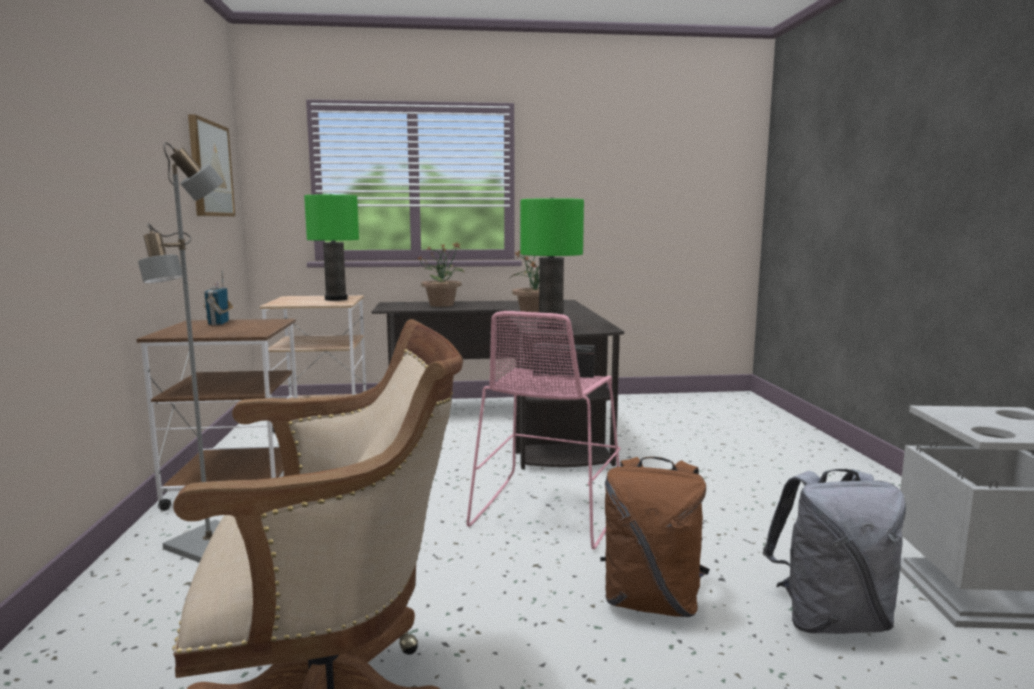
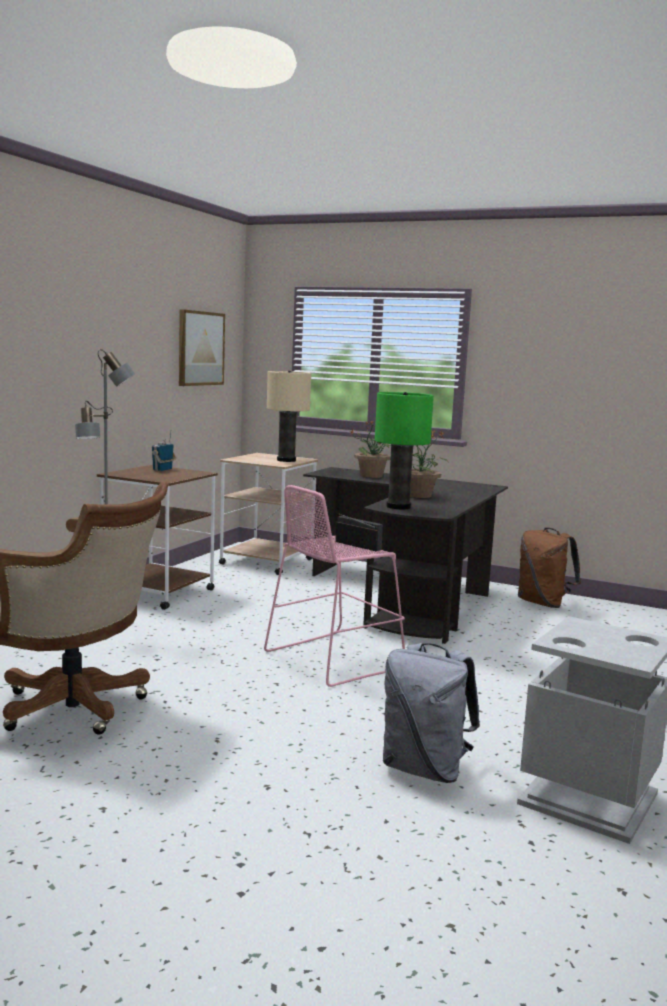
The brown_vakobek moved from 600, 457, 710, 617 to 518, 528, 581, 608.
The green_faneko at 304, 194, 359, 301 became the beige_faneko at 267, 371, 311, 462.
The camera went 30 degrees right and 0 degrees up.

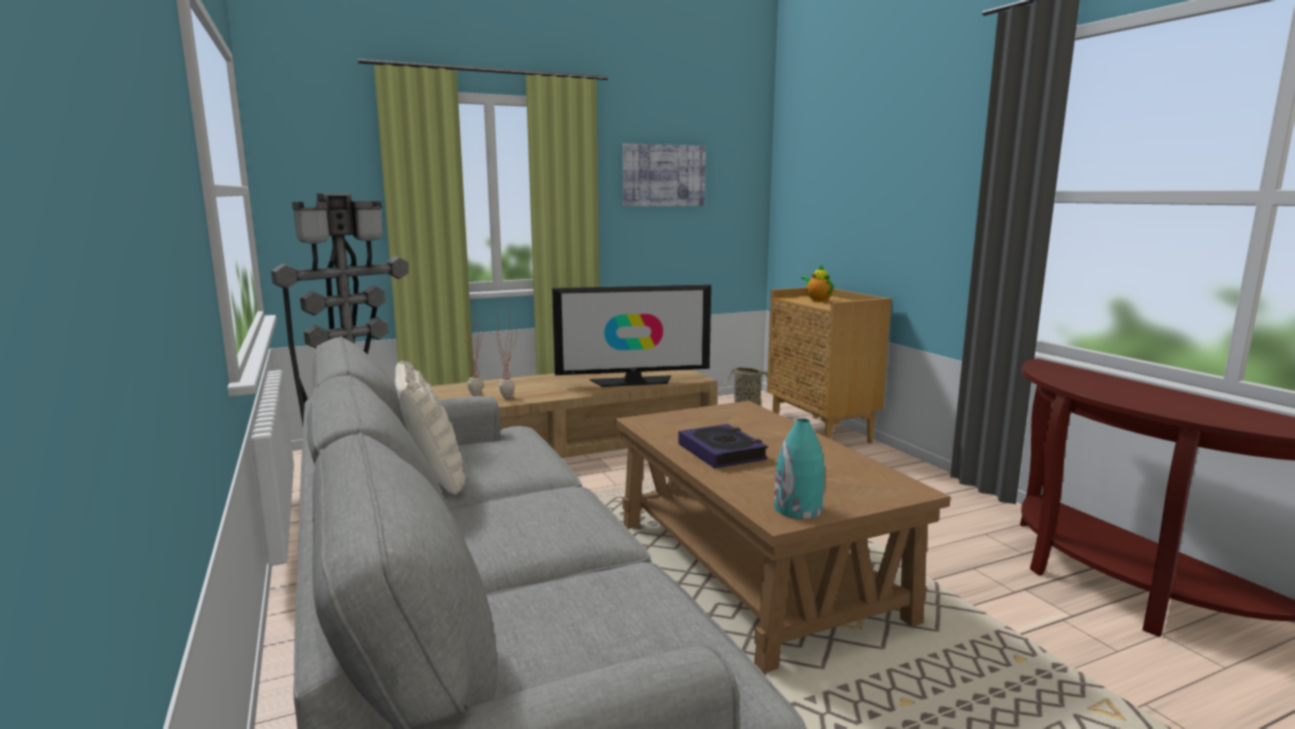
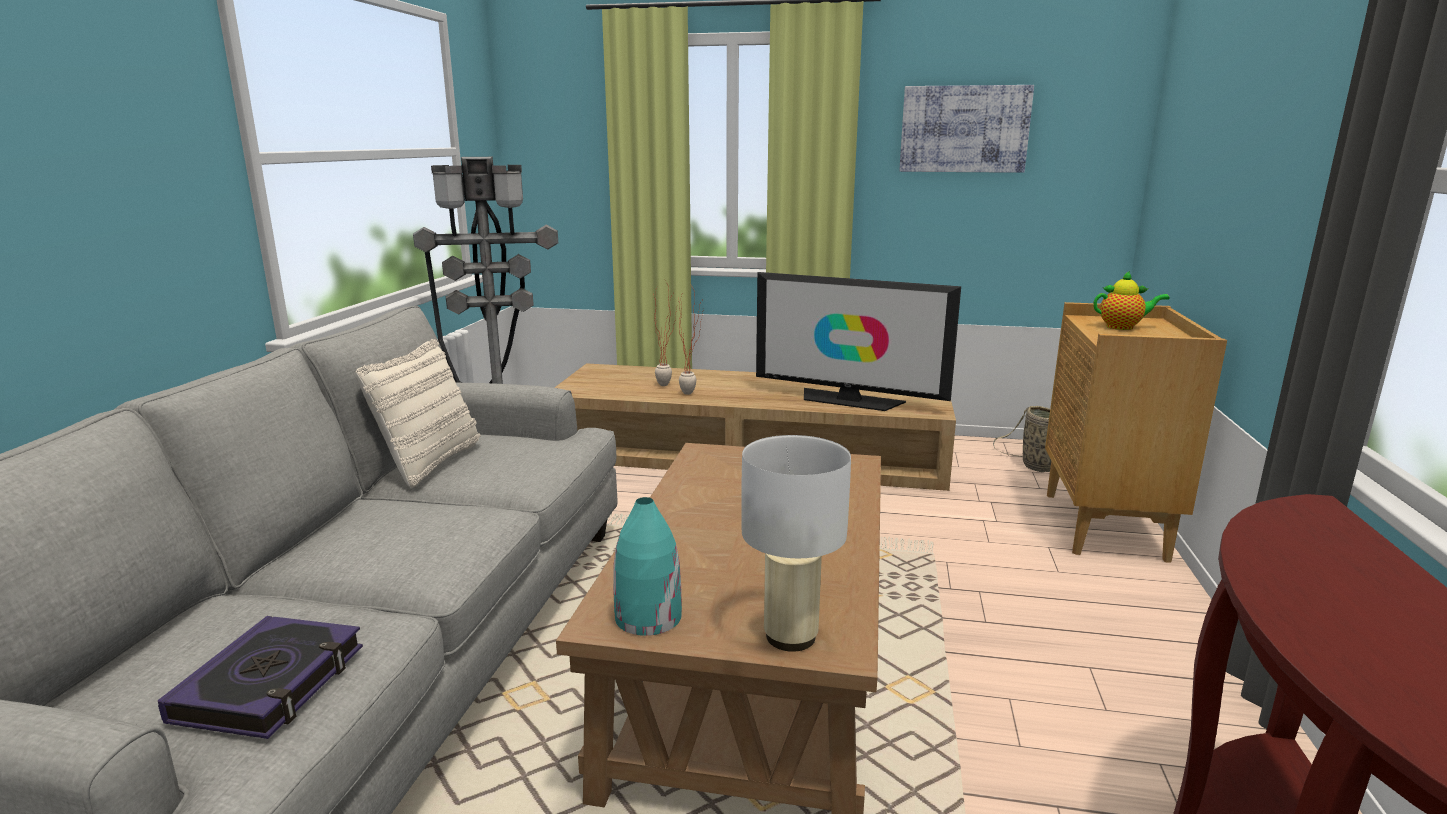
The white_faneko at 741, 435, 851, 652 appeared.
The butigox moved from 678, 424, 768, 468 to 158, 616, 363, 739.
The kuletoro at 802, 265, 833, 302 turned 90 degrees clockwise.
The camera went 35 degrees right and 5 degrees up.

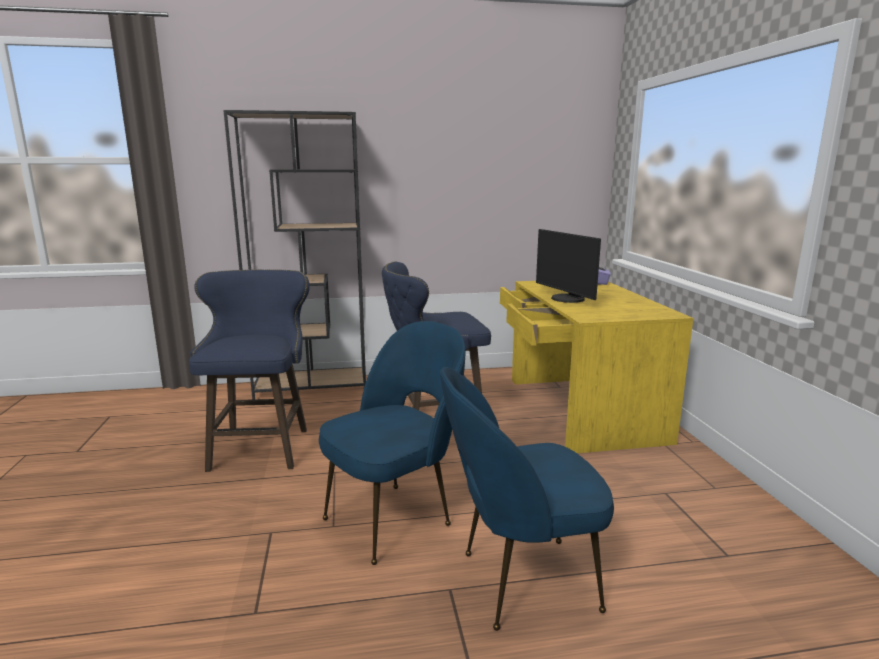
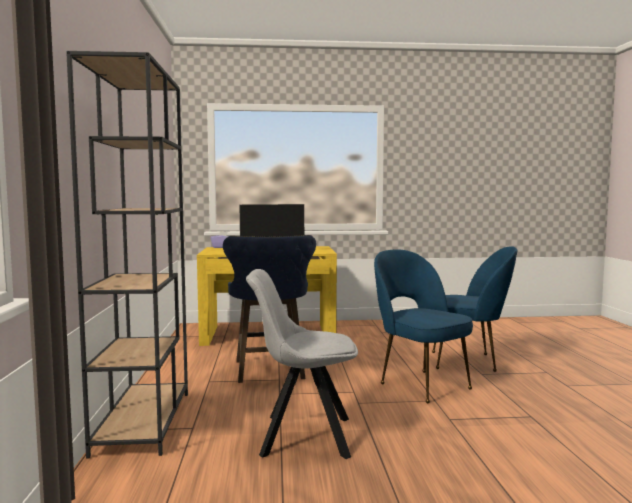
The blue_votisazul at 189, 269, 310, 472 was replaced by the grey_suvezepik at 246, 269, 358, 459.
The blue_suvezepik at 440, 367, 614, 631 turned 75 degrees counterclockwise.
The camera went 85 degrees left and 10 degrees down.

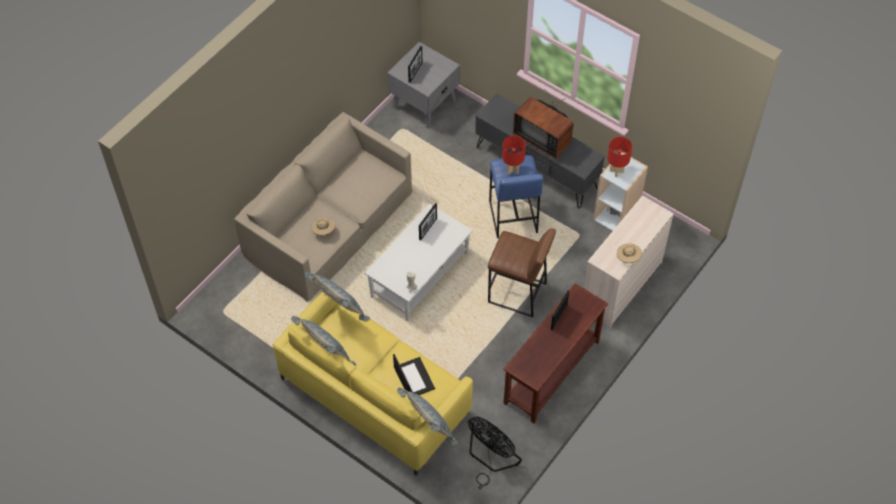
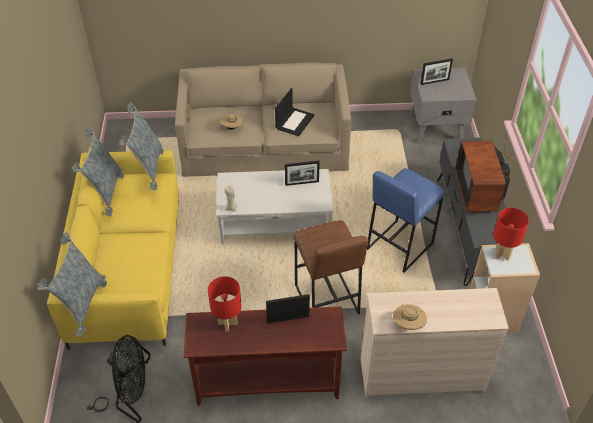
The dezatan moved from 393, 354, 435, 395 to 275, 88, 315, 136.
The red_faneko moved from 502, 135, 526, 175 to 208, 276, 242, 332.
The camera went 50 degrees right and 10 degrees down.

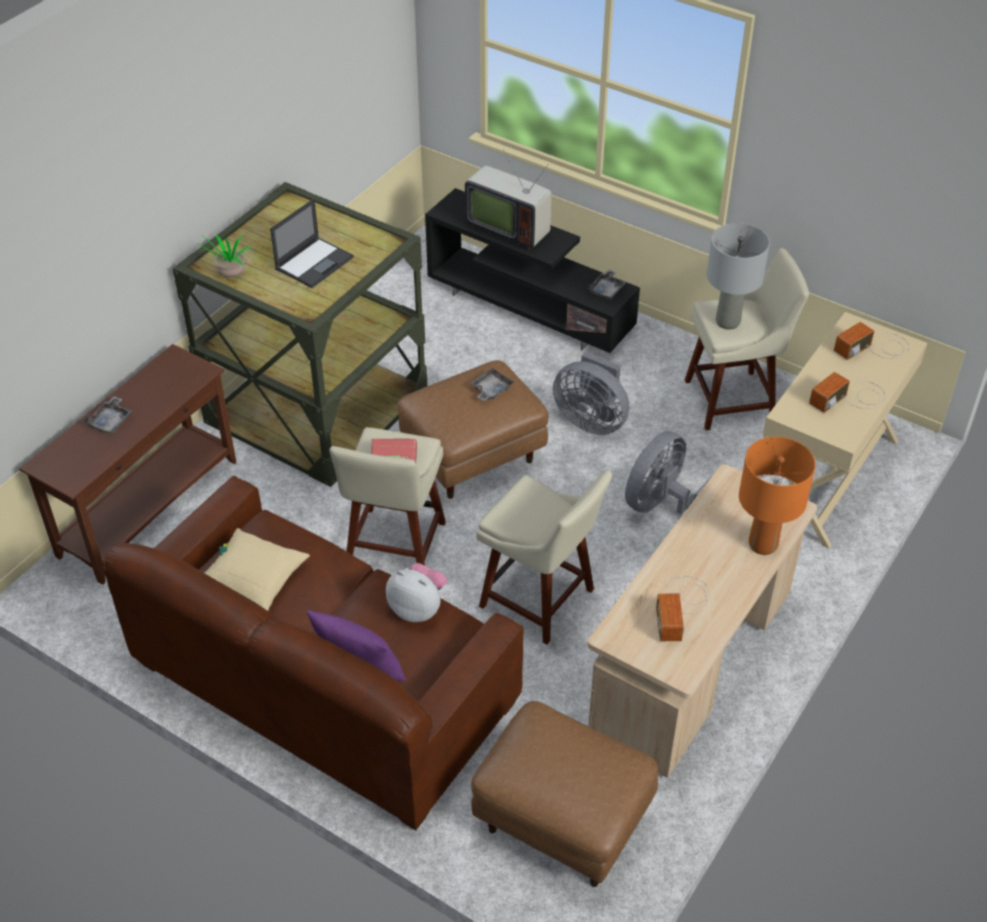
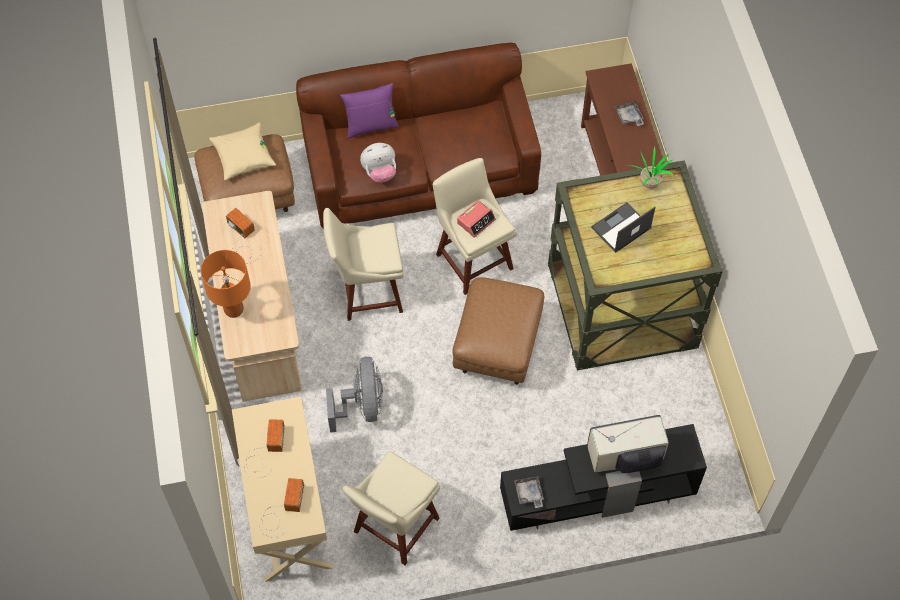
The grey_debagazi at 470, 368, 514, 401 disappeared.
The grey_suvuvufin at 553, 351, 629, 435 disappeared.
The grey_faneko at 707, 223, 770, 329 disappeared.
The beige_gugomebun moved from 204, 528, 310, 611 to 209, 123, 276, 181.
The dezatan at 270, 199, 354, 288 turned 60 degrees clockwise.
The camera went 135 degrees right and 15 degrees up.

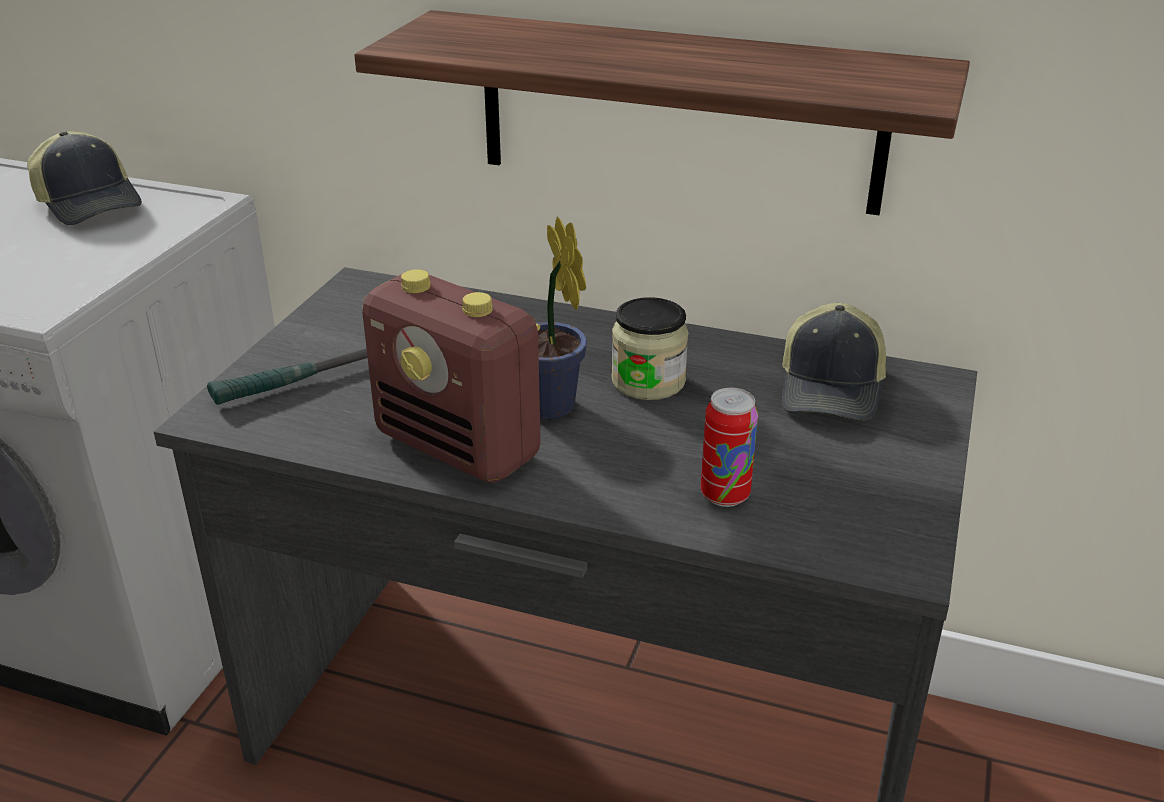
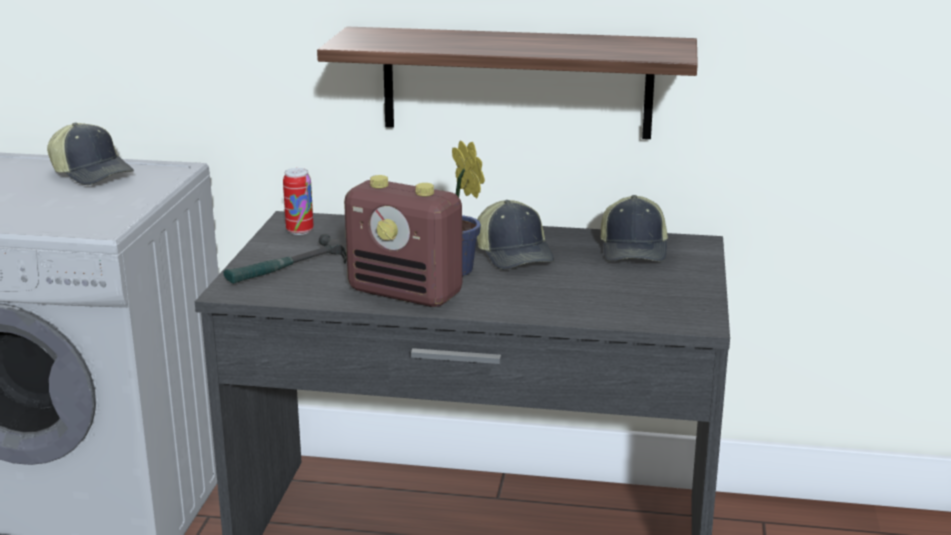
The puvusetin moved from 701, 388, 758, 507 to 283, 168, 314, 235.
The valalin at 611, 297, 689, 400 was replaced by the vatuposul at 477, 200, 554, 270.
The camera went 10 degrees left and 10 degrees down.

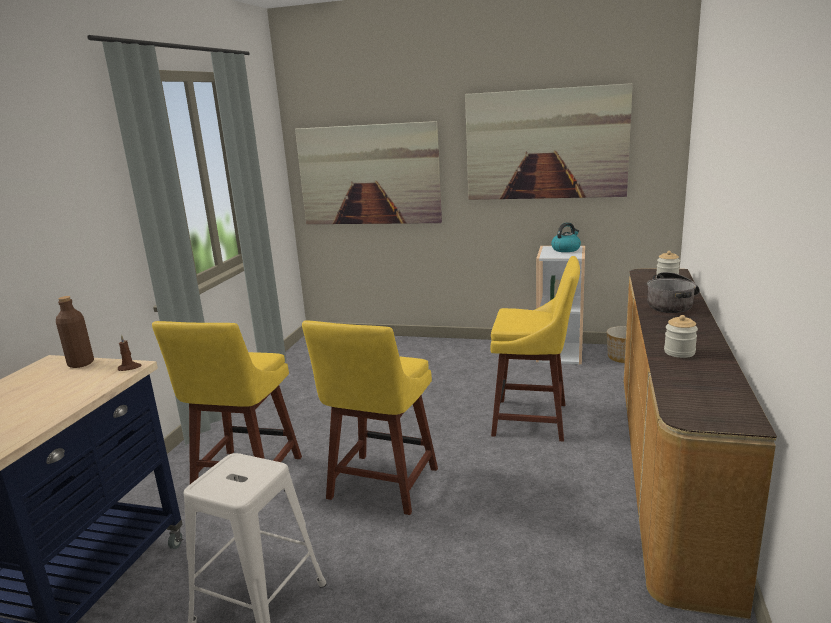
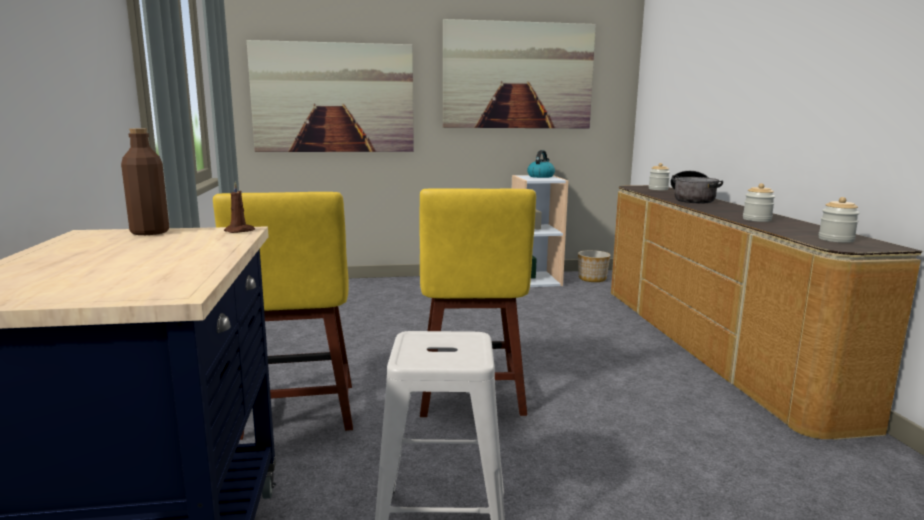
The yellow_suvezepik at 490, 256, 580, 442 disappeared.
The valalin at 818, 197, 860, 243 appeared.
The camera went 25 degrees left and 5 degrees down.

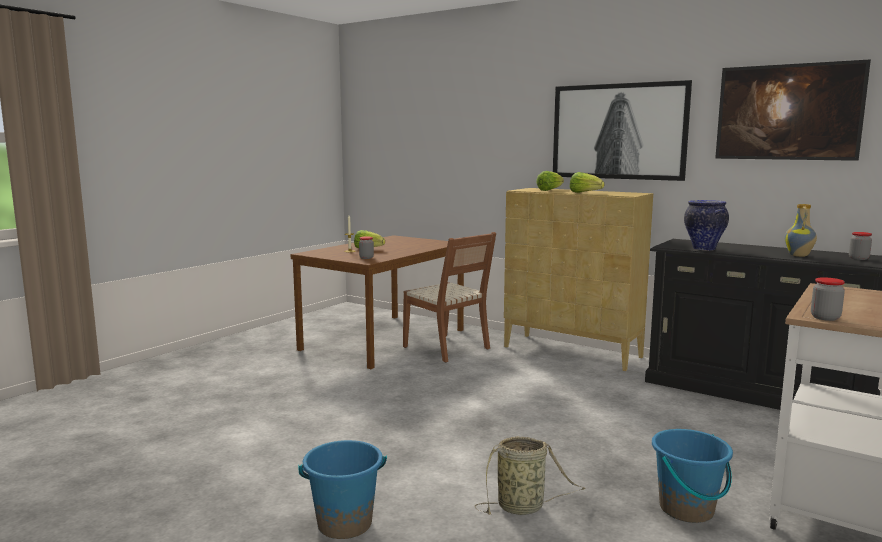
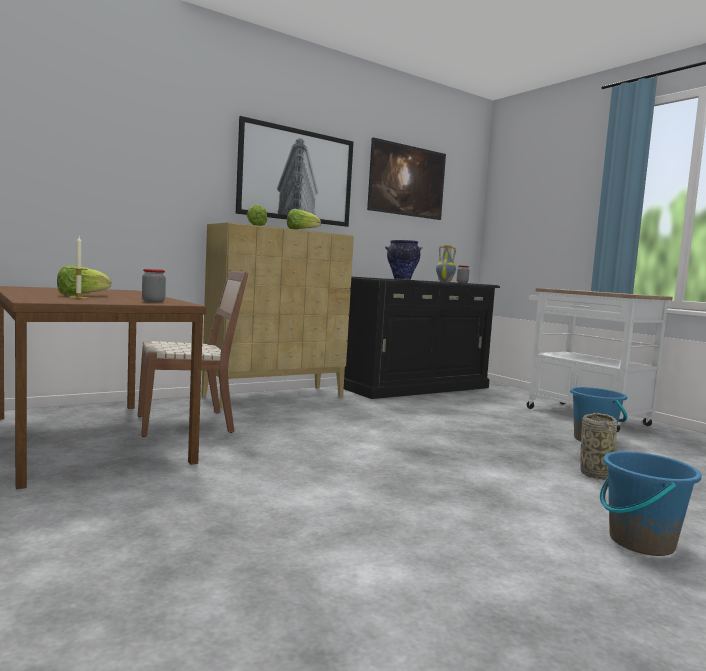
The valalin at 811, 277, 845, 321 disappeared.
The camera went 70 degrees left and 5 degrees down.

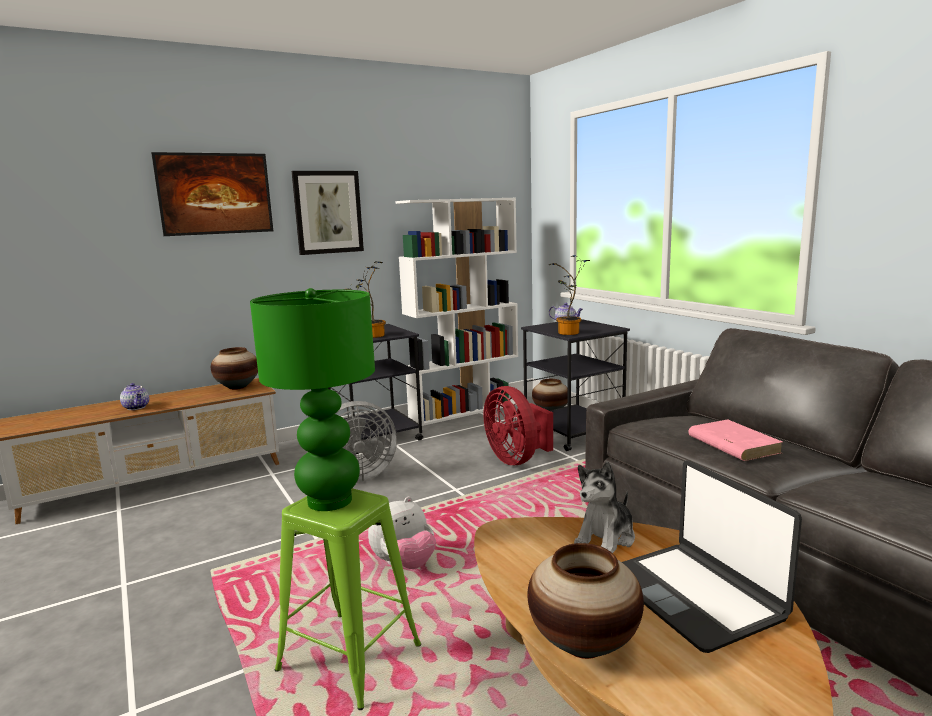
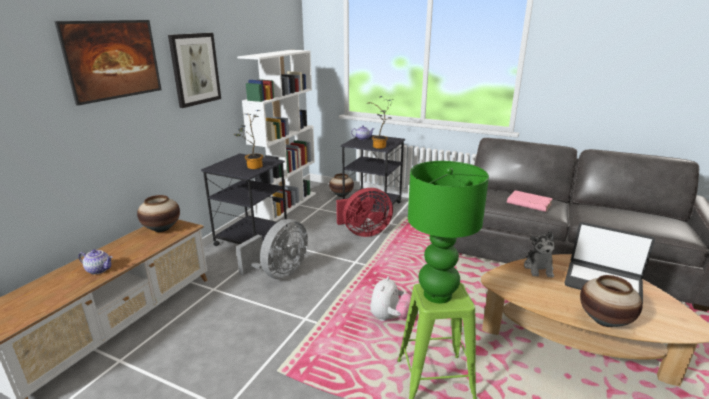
The red_suvuvufin at 483, 386, 553, 465 turned 45 degrees counterclockwise.
The camera went 35 degrees left and 10 degrees up.

